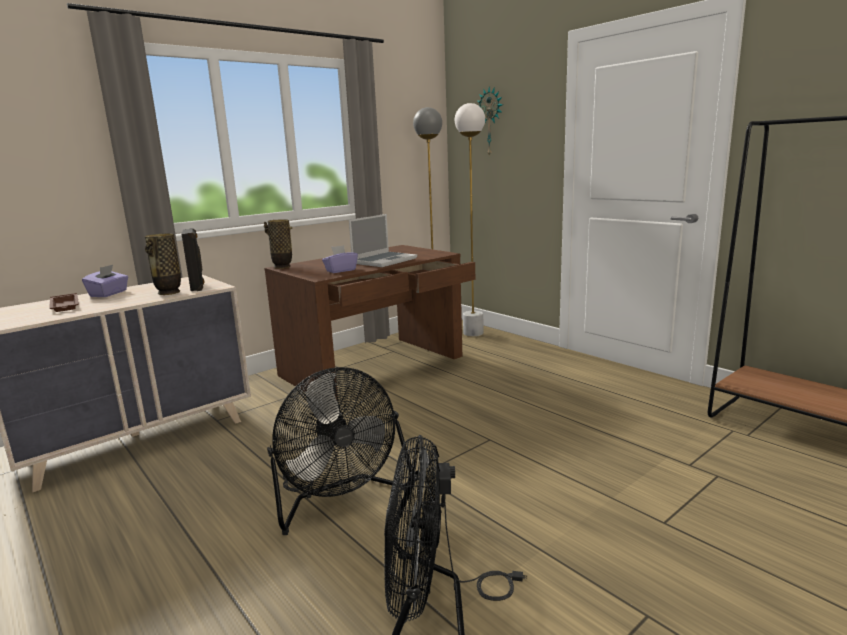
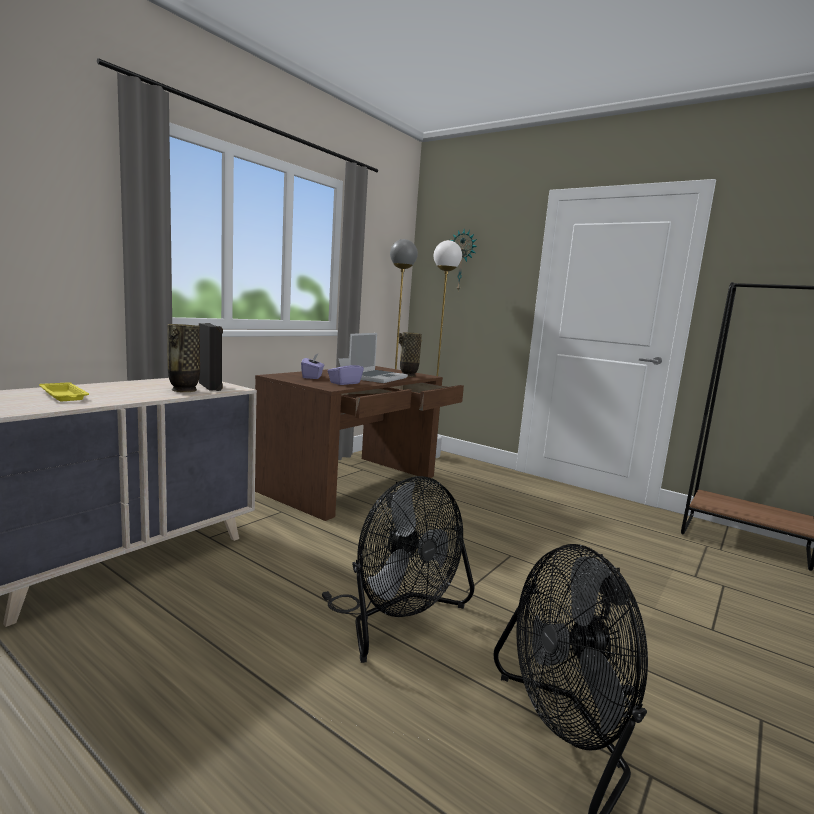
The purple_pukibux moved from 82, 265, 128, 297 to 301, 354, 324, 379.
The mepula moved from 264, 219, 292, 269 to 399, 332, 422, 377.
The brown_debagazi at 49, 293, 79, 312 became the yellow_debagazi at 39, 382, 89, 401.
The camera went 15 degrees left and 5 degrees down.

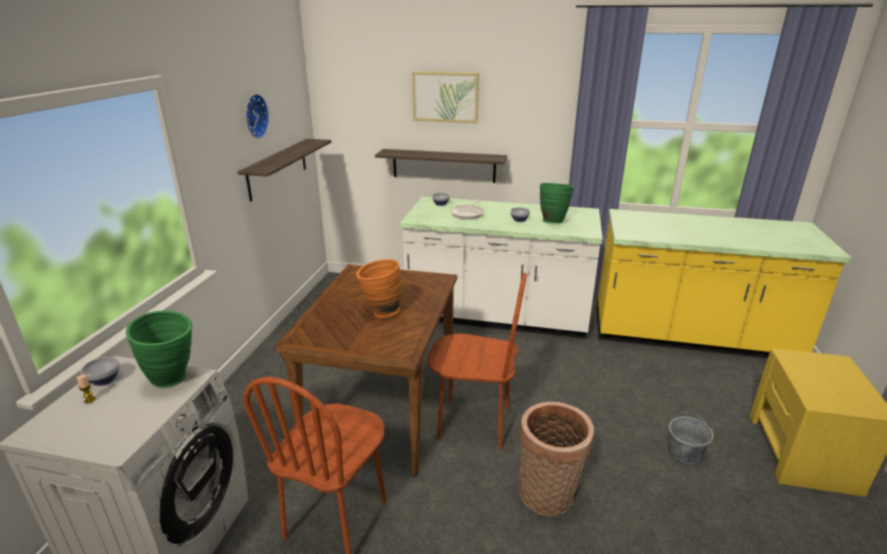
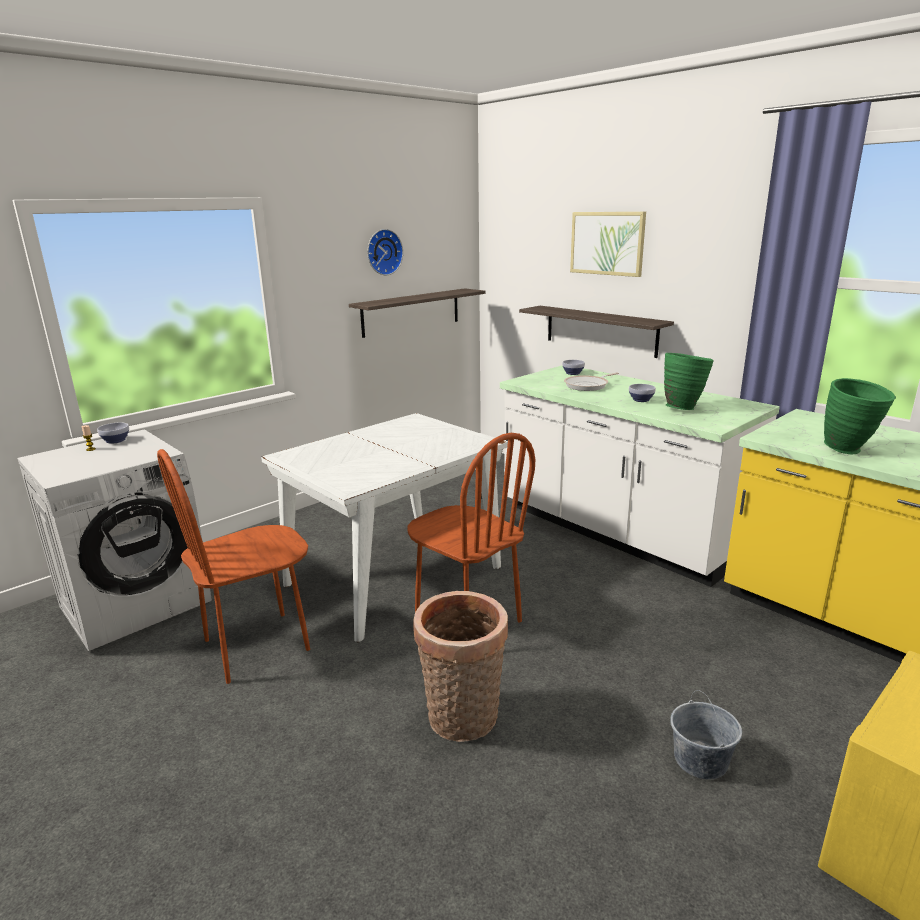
The orange_mepula at 356, 259, 401, 318 disappeared.
The green_mepula moved from 126, 310, 192, 388 to 824, 378, 896, 454.
The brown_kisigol at 274, 264, 457, 477 became the white_kisigol at 261, 413, 508, 642.
The camera went 35 degrees right and 5 degrees down.

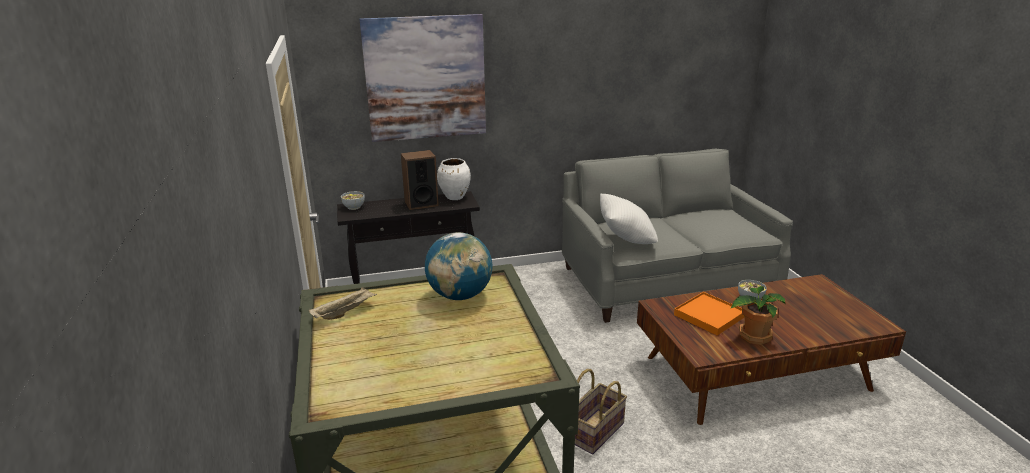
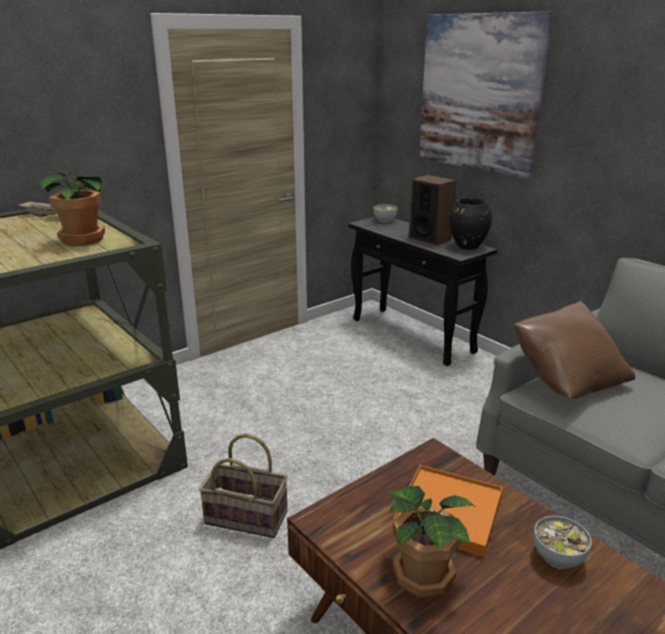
The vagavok at 425, 232, 493, 300 was replaced by the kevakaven at 40, 170, 105, 246.
The white_mepula at 437, 158, 471, 200 became the black_mepula at 450, 198, 492, 250.
The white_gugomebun at 600, 193, 658, 244 became the brown_gugomebun at 514, 301, 635, 399.
The camera went 65 degrees right and 0 degrees up.

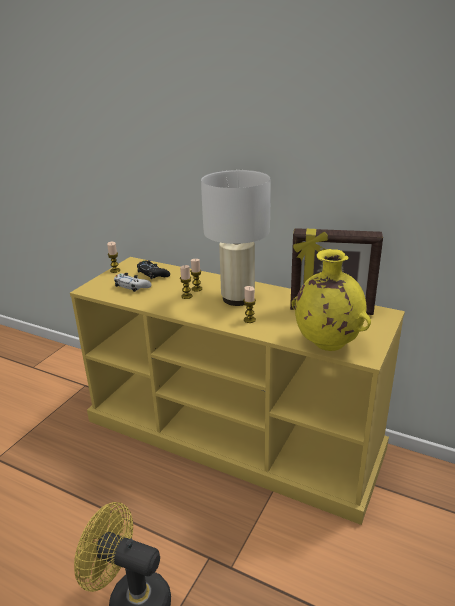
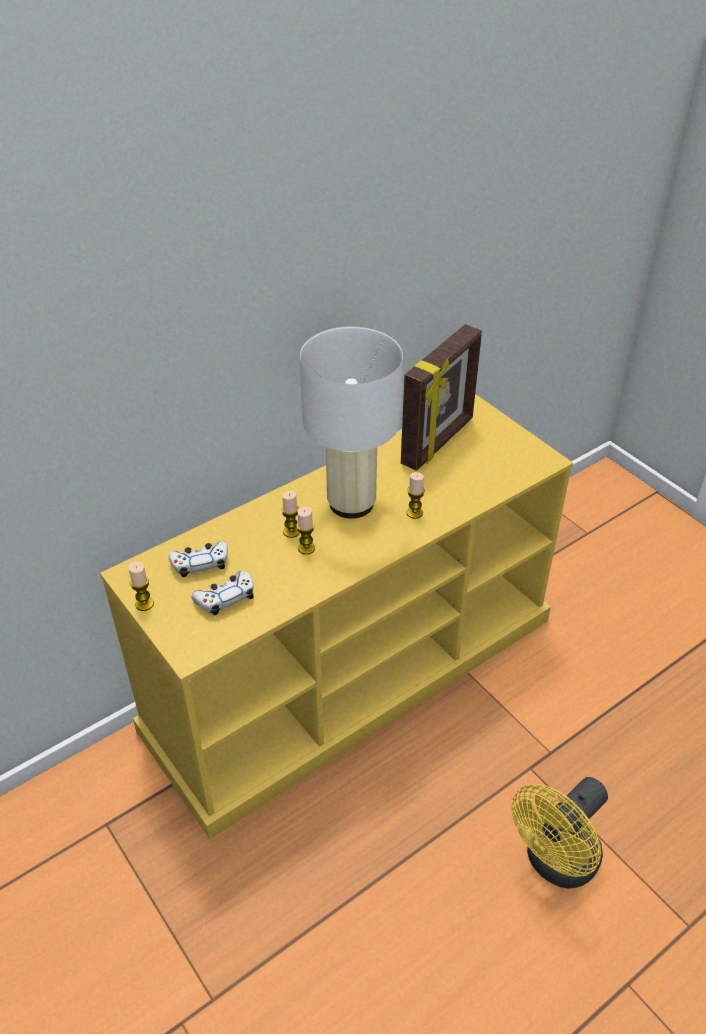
The yellow_mepula at 291, 249, 371, 351 disappeared.
The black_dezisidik at 137, 260, 170, 279 became the white_dezisidik at 168, 541, 228, 577.
The camera went 65 degrees left and 15 degrees up.

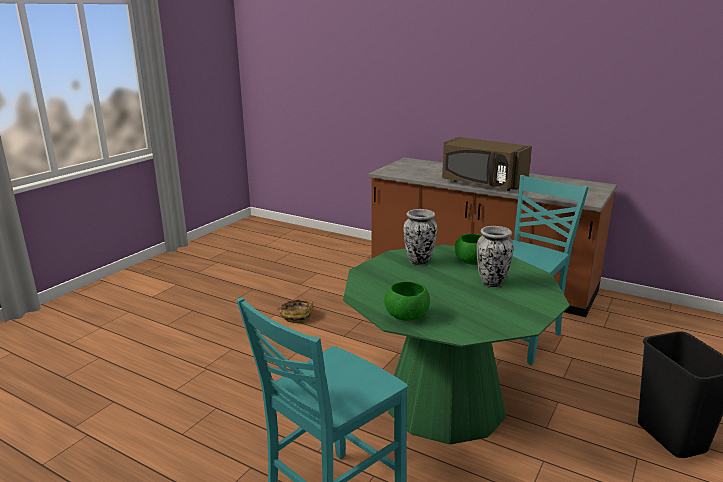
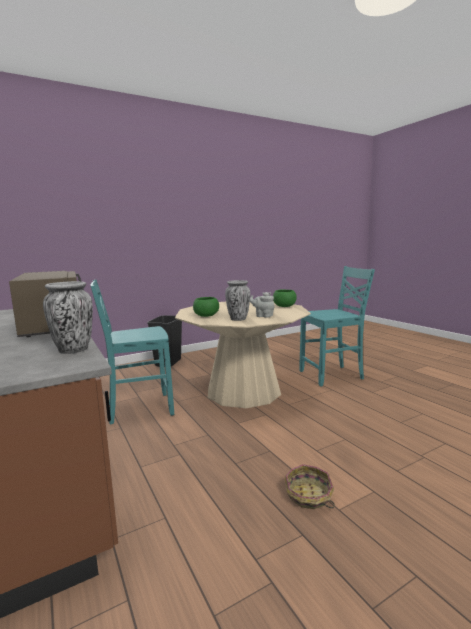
The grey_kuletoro at 250, 292, 275, 318 appeared.
The mepula moved from 476, 226, 514, 287 to 43, 281, 93, 354.
The green_kisigol at 343, 245, 570, 445 became the beige_kisigol at 175, 301, 311, 408.
The camera went 150 degrees left and 10 degrees down.

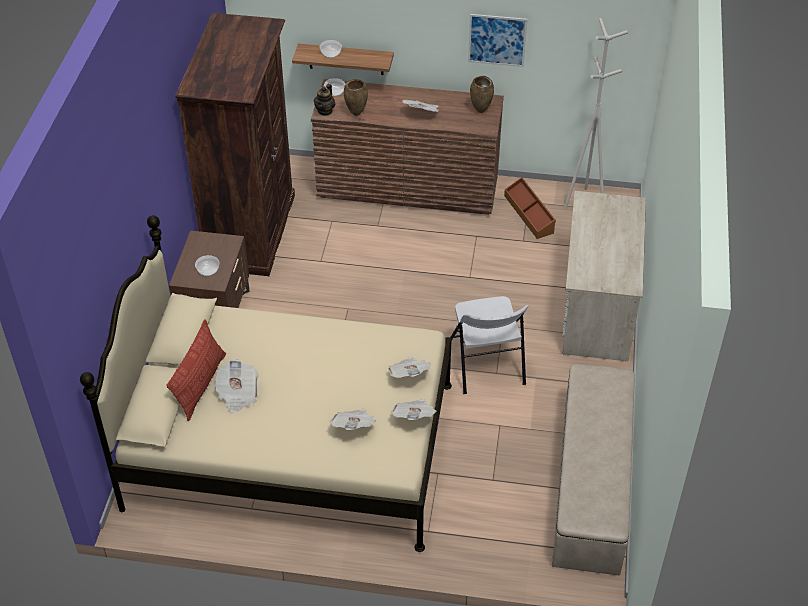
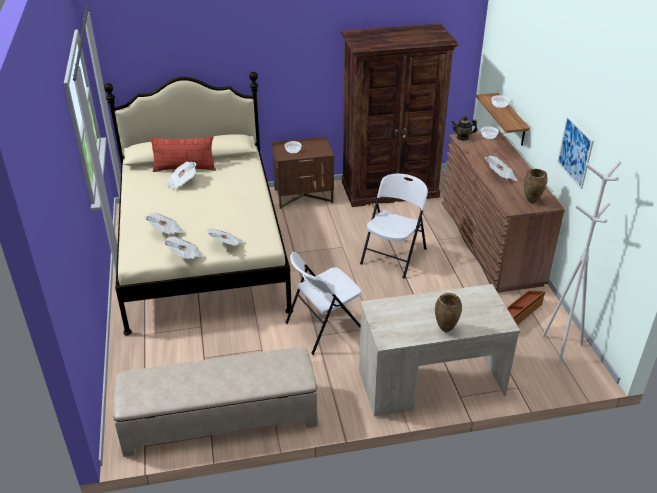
The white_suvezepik at 360, 174, 428, 279 appeared.
The brown_mepula moved from 344, 79, 368, 116 to 435, 293, 462, 332.
The camera went 70 degrees right and 10 degrees down.

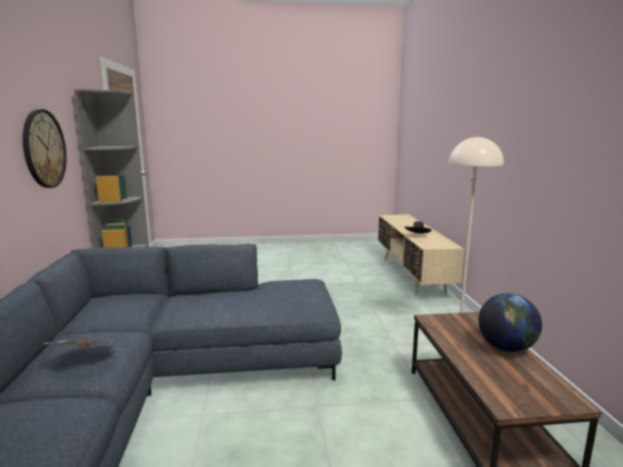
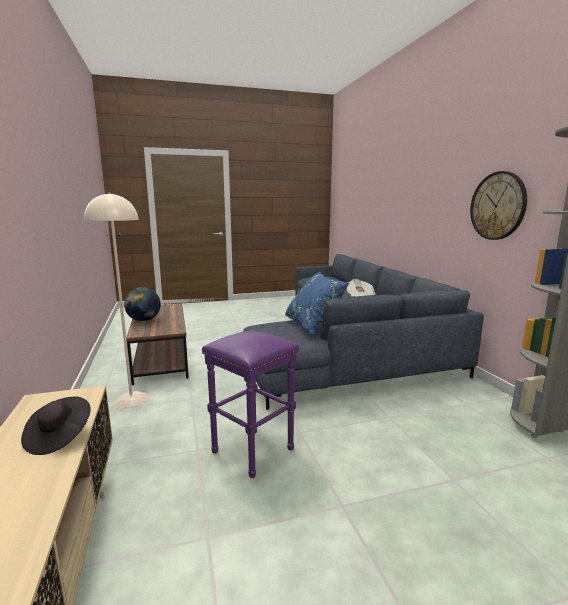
The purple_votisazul at 202, 330, 299, 478 appeared.
The blue_gugomebun at 285, 271, 349, 334 appeared.
The camera went 170 degrees right and 0 degrees up.

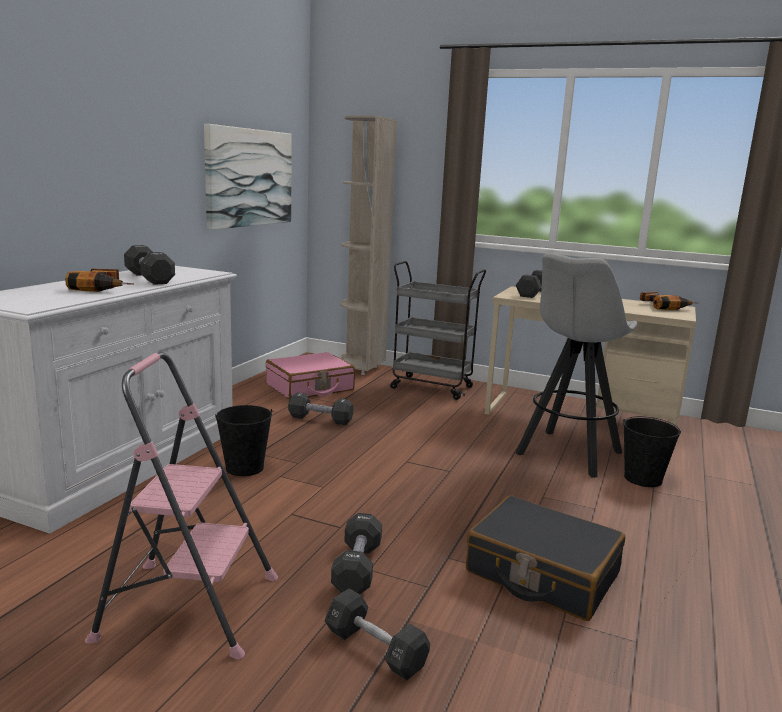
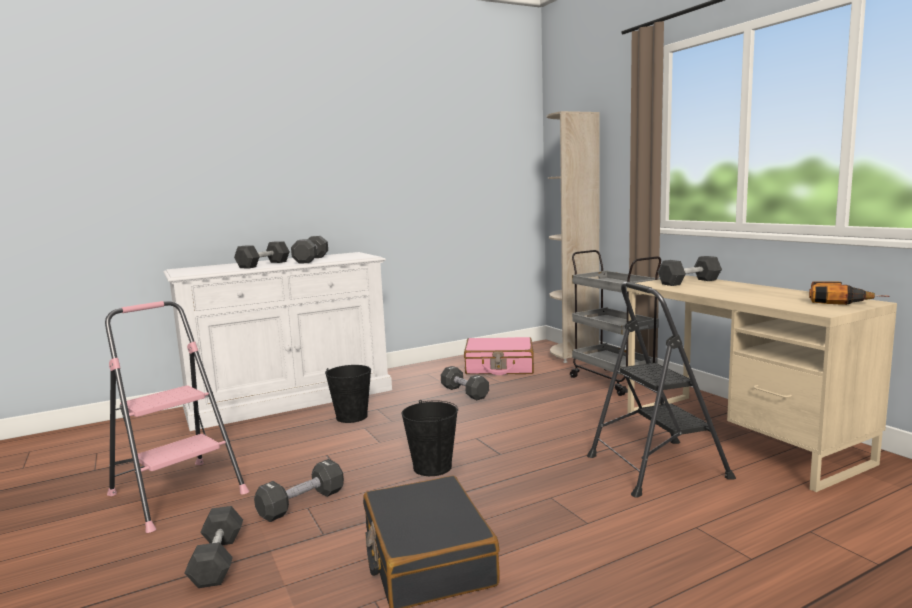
The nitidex at 204, 124, 292, 230 disappeared.
The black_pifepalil moved from 623, 416, 681, 487 to 401, 400, 458, 476.
The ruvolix at 65, 269, 134, 292 was replaced by the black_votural at 234, 241, 290, 268.
The grey_votisazul at 516, 253, 637, 478 was replaced by the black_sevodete at 587, 282, 736, 498.
The camera went 40 degrees right and 5 degrees down.

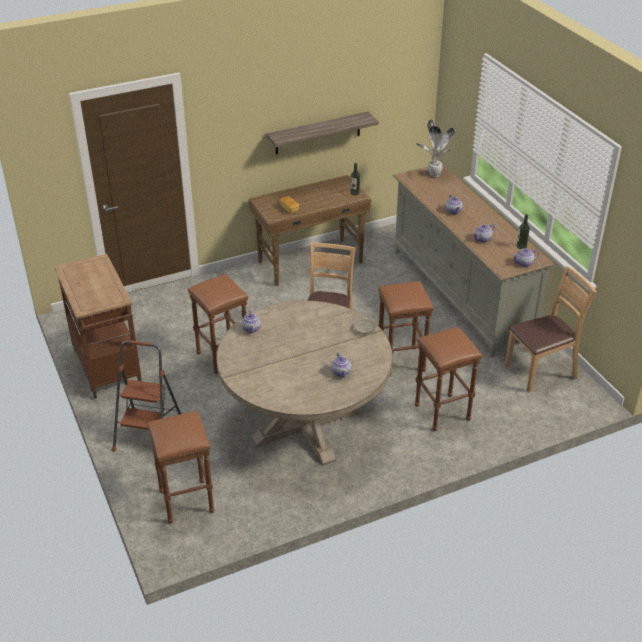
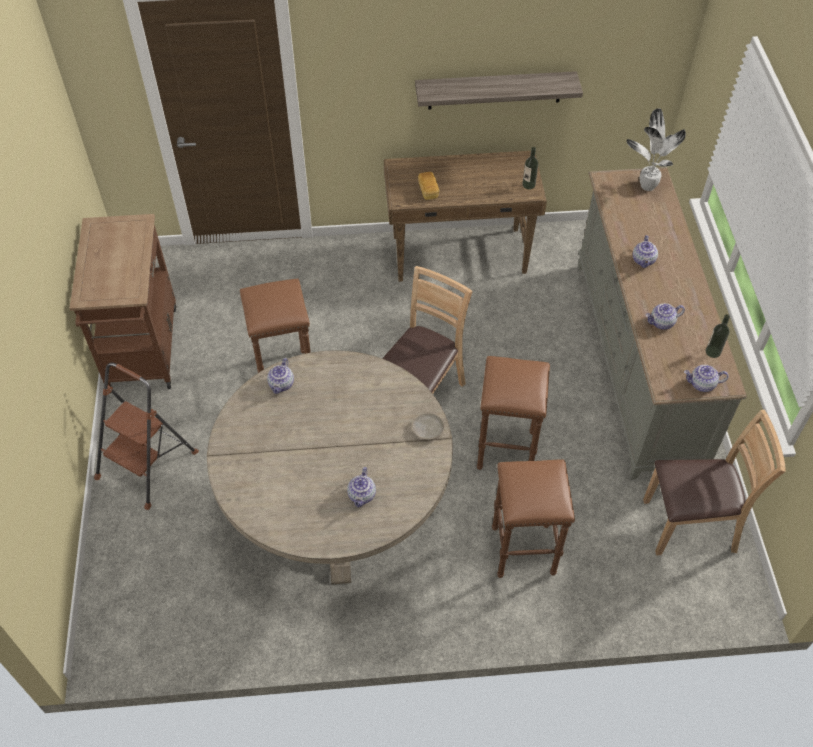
The brown_votisazul at 147, 411, 214, 524 disappeared.
The camera went 20 degrees right and 15 degrees up.

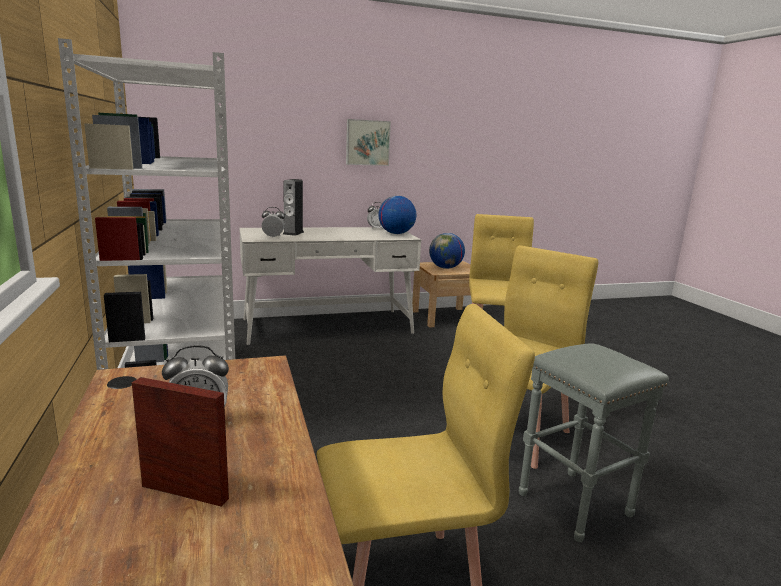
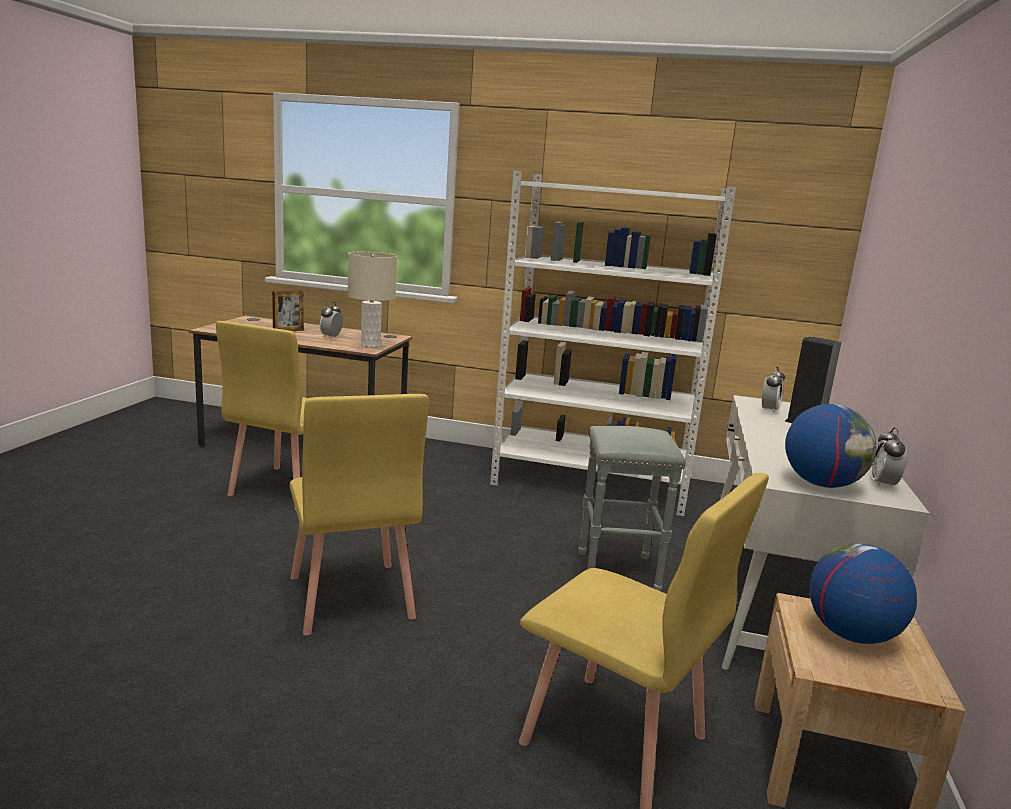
The nitidex at 346, 119, 391, 166 disappeared.
The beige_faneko at 348, 252, 397, 348 appeared.
The grey_votisazul moved from 519, 344, 669, 542 to 579, 426, 686, 591.
The camera went 120 degrees right and 0 degrees up.

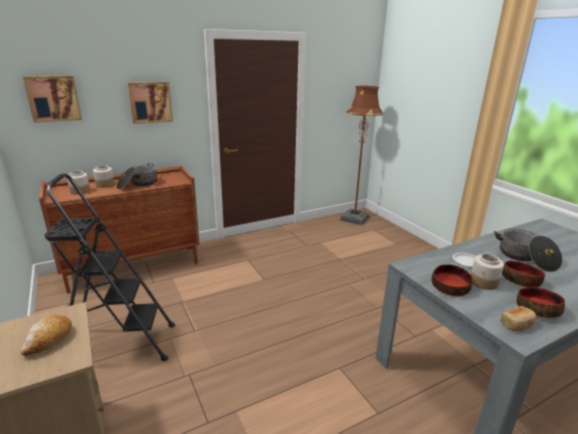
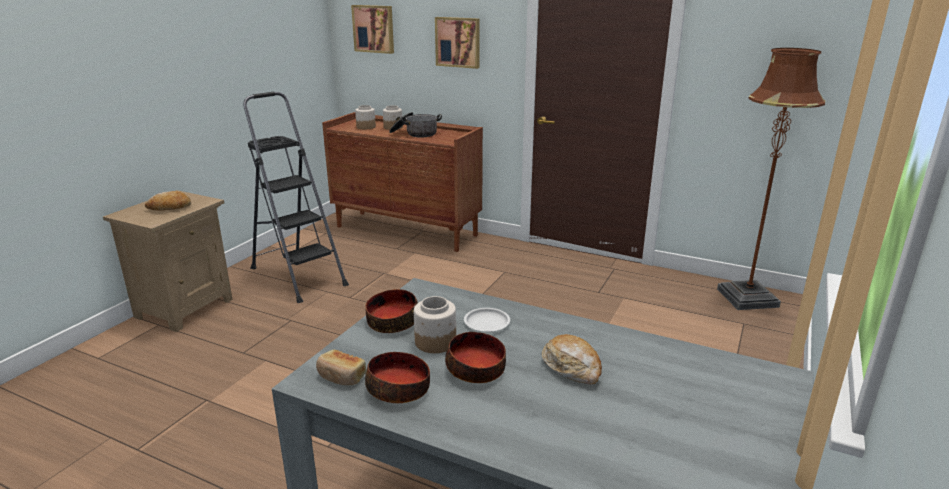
The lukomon at 494, 229, 563, 272 was replaced by the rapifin at 542, 334, 602, 384.
The camera went 55 degrees right and 0 degrees up.

